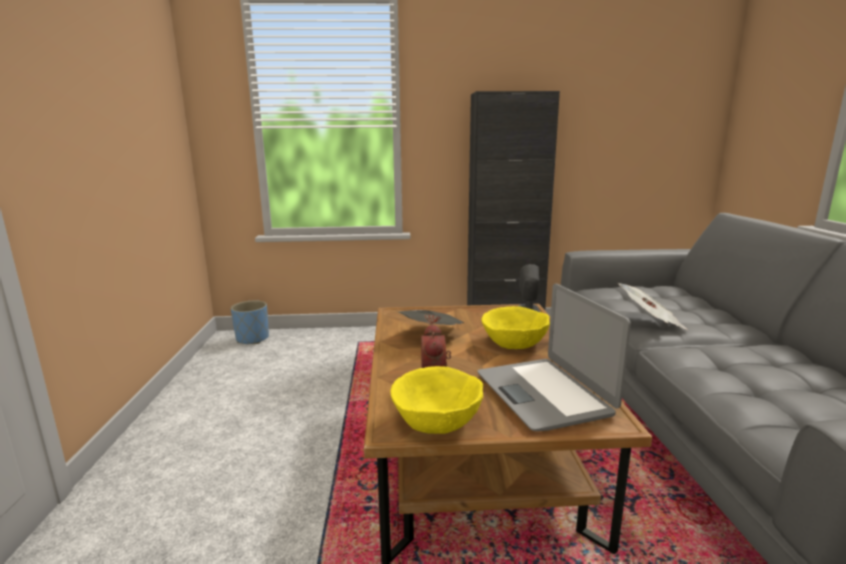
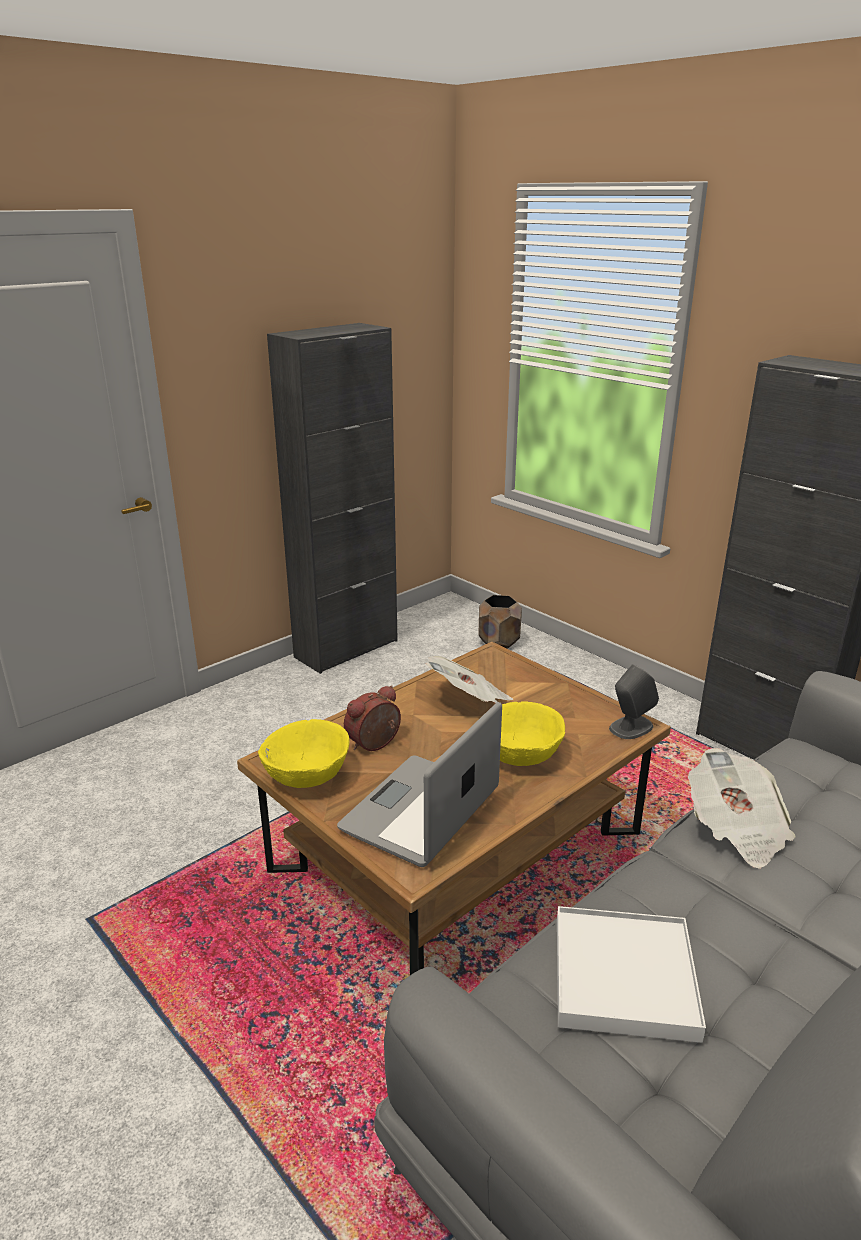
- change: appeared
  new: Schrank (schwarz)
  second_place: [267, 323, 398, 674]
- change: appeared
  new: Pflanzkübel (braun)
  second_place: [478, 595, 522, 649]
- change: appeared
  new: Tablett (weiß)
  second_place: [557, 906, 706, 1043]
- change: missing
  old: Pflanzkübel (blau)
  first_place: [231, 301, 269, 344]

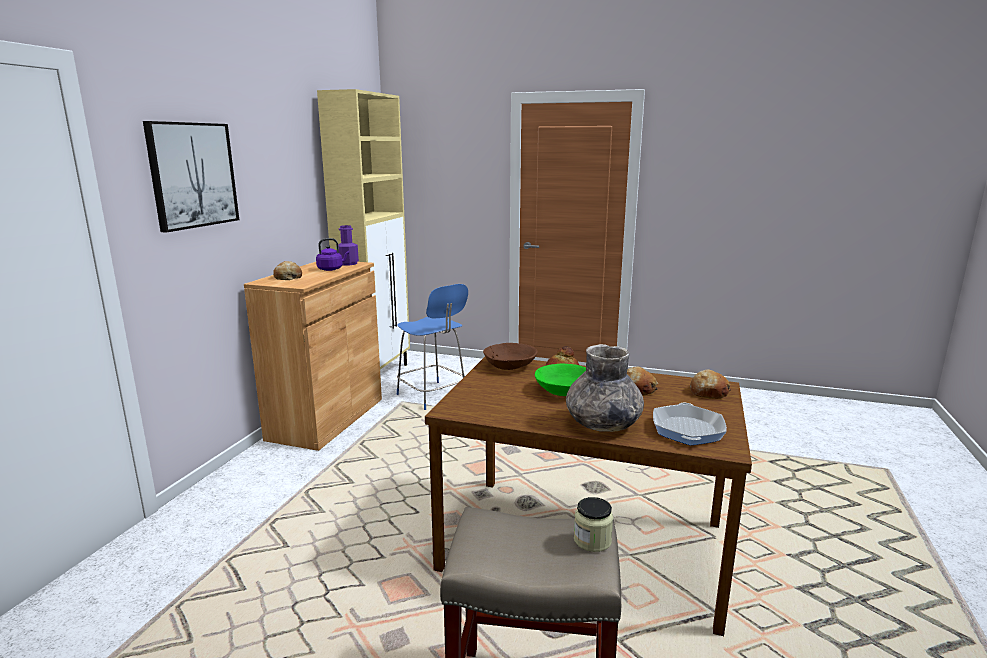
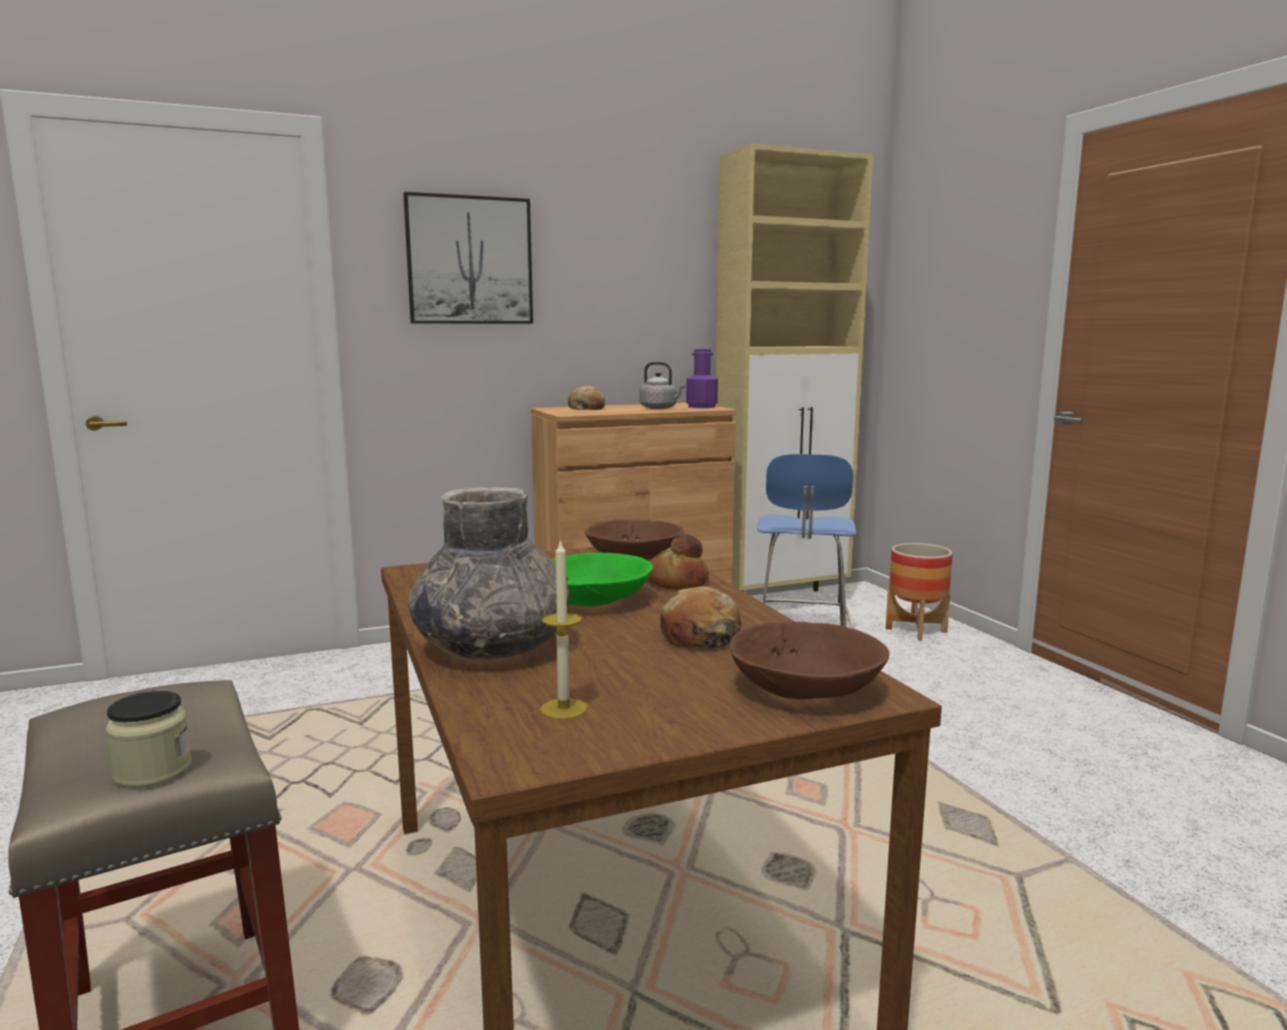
- change: exchanged
  old: Pfanne
  new: Kerze
  first_place: [653, 403, 727, 445]
  second_place: [540, 539, 587, 720]
- change: colour
  old: Wasserkessel (lila)
  new: Wasserkessel (grau)
  first_place: [316, 238, 349, 271]
  second_place: [640, 362, 686, 409]
- change: exchanged
  old: Brot
  new: Schüssel (braun)
  first_place: [690, 369, 731, 399]
  second_place: [730, 622, 889, 700]
- change: appeared
  new: Pflanzkübel
  second_place: [886, 543, 952, 641]

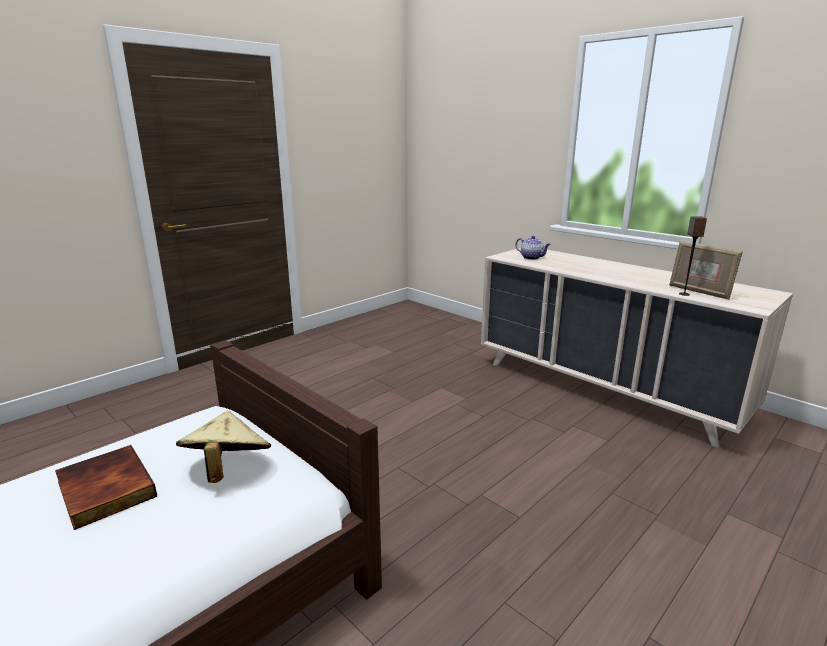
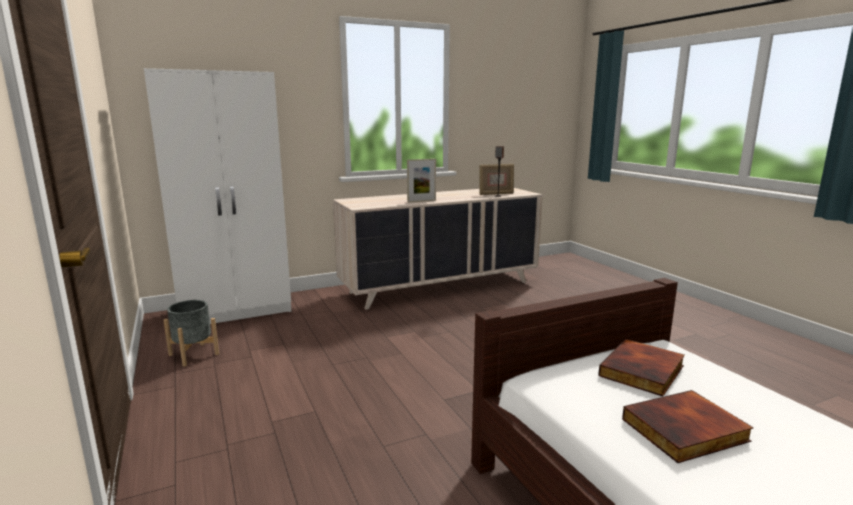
- change: appeared
  new: Kleiderschrank (weiß)
  second_place: [144, 68, 292, 324]
- change: appeared
  new: Pflanzkübel (grau)
  second_place: [163, 300, 219, 367]
- change: appeared
  new: Bilderrahmen
  second_place: [407, 159, 436, 203]
- change: exchanged
  old: Hut (beige)
  new: Buch
  first_place: [176, 411, 271, 483]
  second_place: [598, 339, 685, 397]
- change: missing
  old: Teekanne
  first_place: [515, 236, 551, 260]

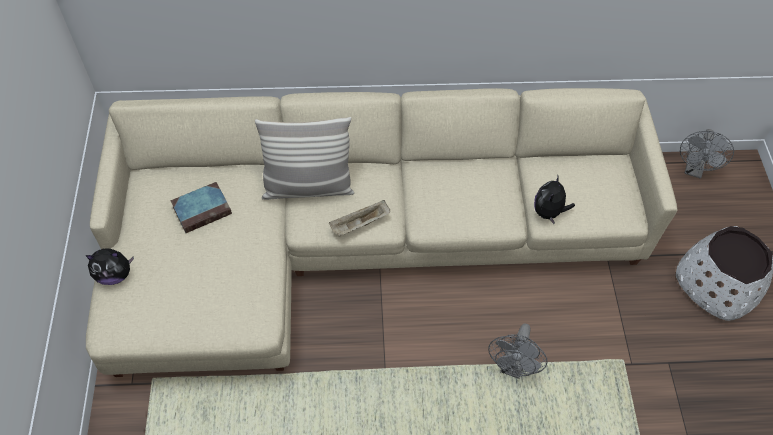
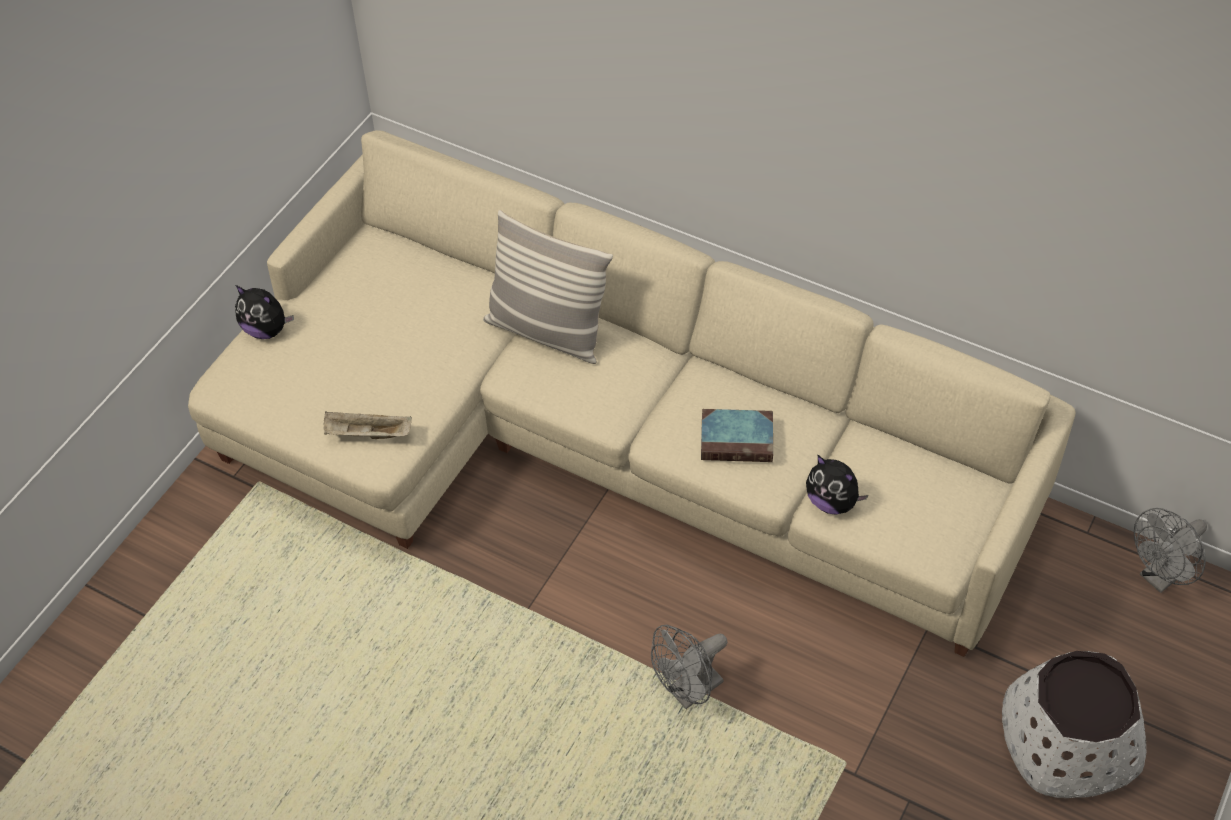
- change: relocated
  old: Tablett (beige)
  first_place: [329, 200, 390, 237]
  second_place: [323, 412, 412, 439]
- change: relocated
  old: Buch
  first_place: [170, 182, 232, 233]
  second_place: [701, 409, 773, 462]
- change: spun
  old: Plüschtier
  first_place: [534, 176, 575, 224]
  second_place: [806, 455, 868, 515]
  degrees: -105

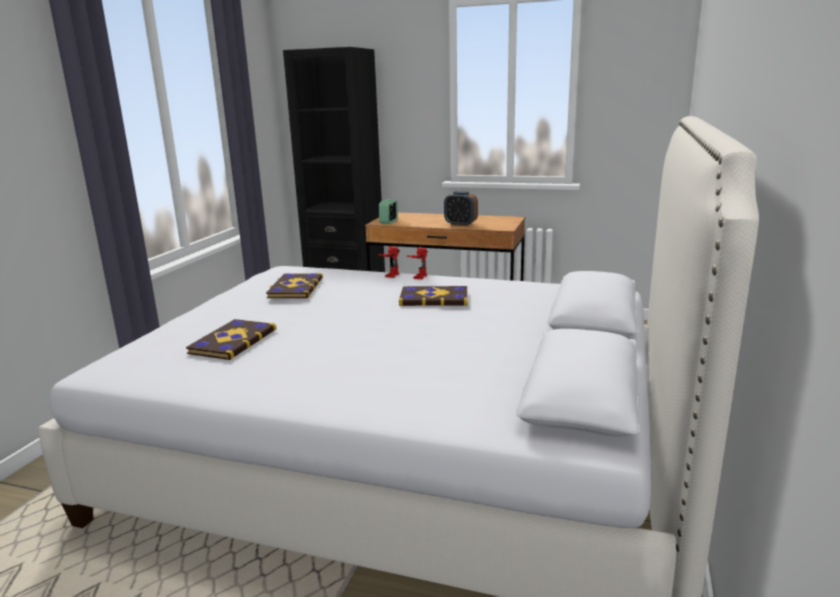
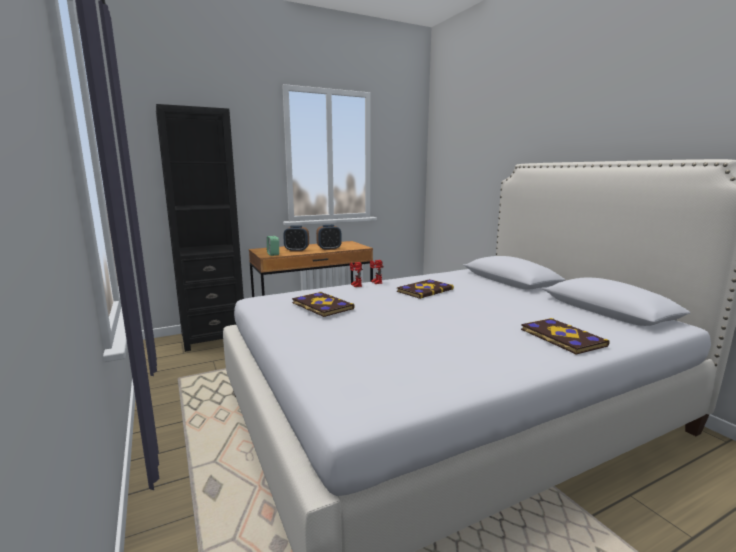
- change: appeared
  new: Wecker
  second_place: [283, 225, 309, 251]
- change: relocated
  old: Buch
  first_place: [186, 319, 276, 360]
  second_place: [521, 318, 610, 355]

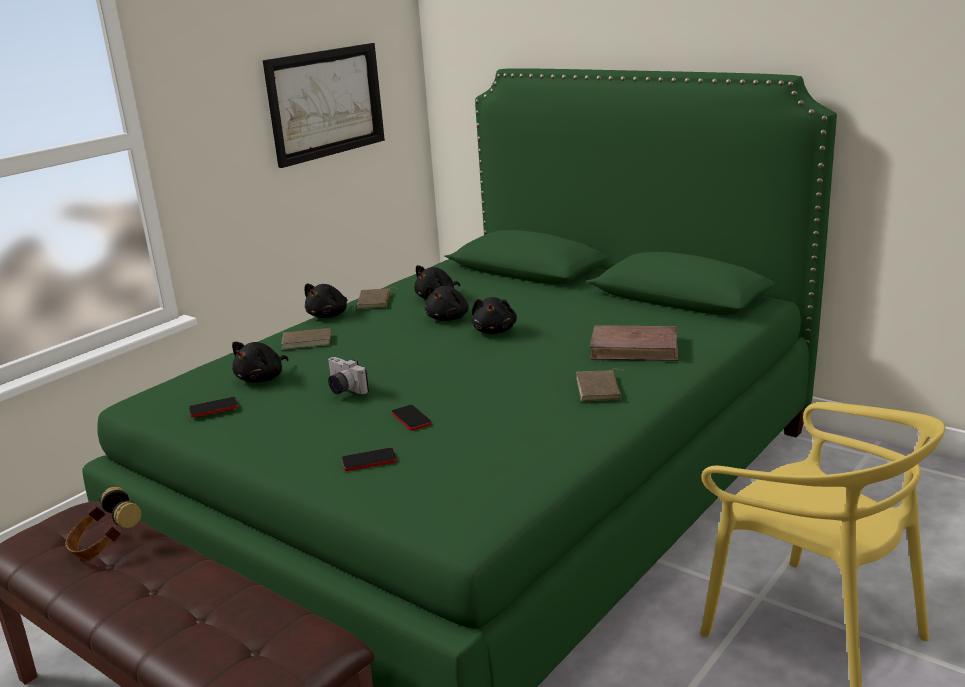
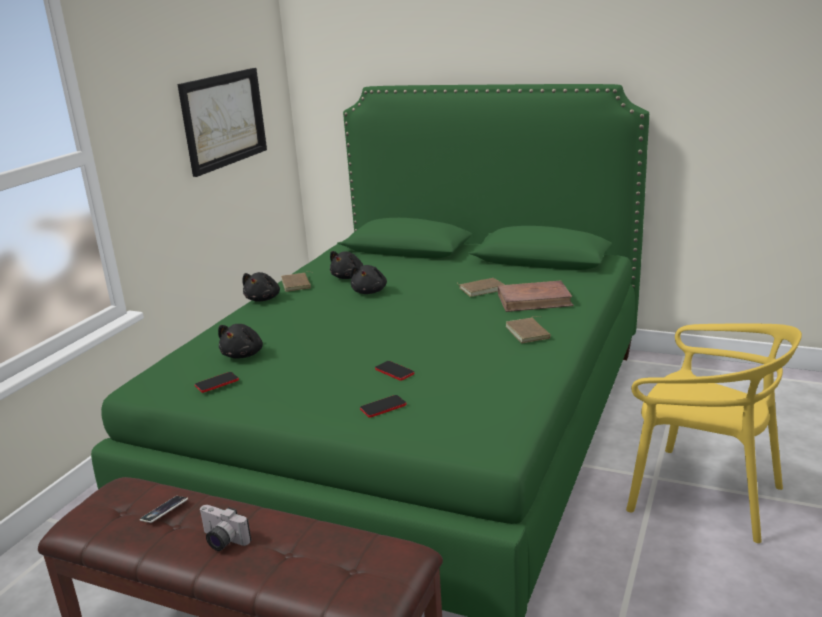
- change: exchanged
  old: Kopfhörer
  new: Handy
  first_place: [66, 486, 141, 561]
  second_place: [140, 496, 188, 523]
- change: relocated
  old: Kamera
  first_place: [328, 357, 369, 394]
  second_place: [199, 505, 251, 551]
- change: relocated
  old: Buch (braun)
  first_place: [281, 328, 331, 350]
  second_place: [457, 278, 505, 297]
- change: missing
  old: Plüschtier (schwarz)
  first_place: [472, 297, 517, 334]

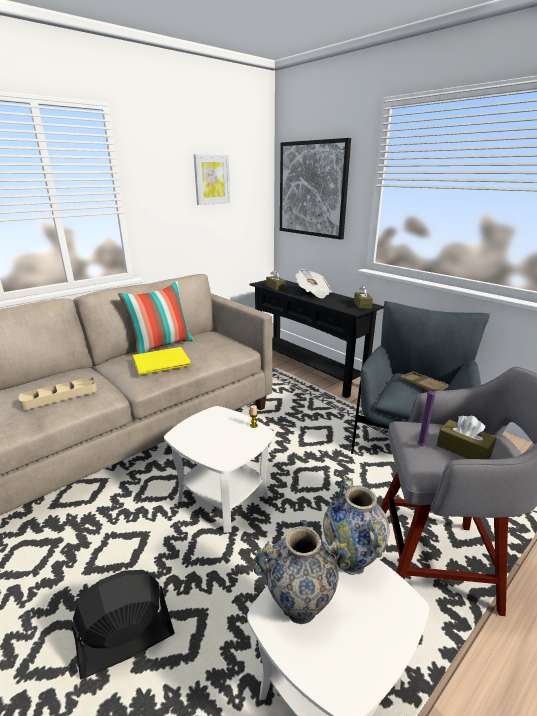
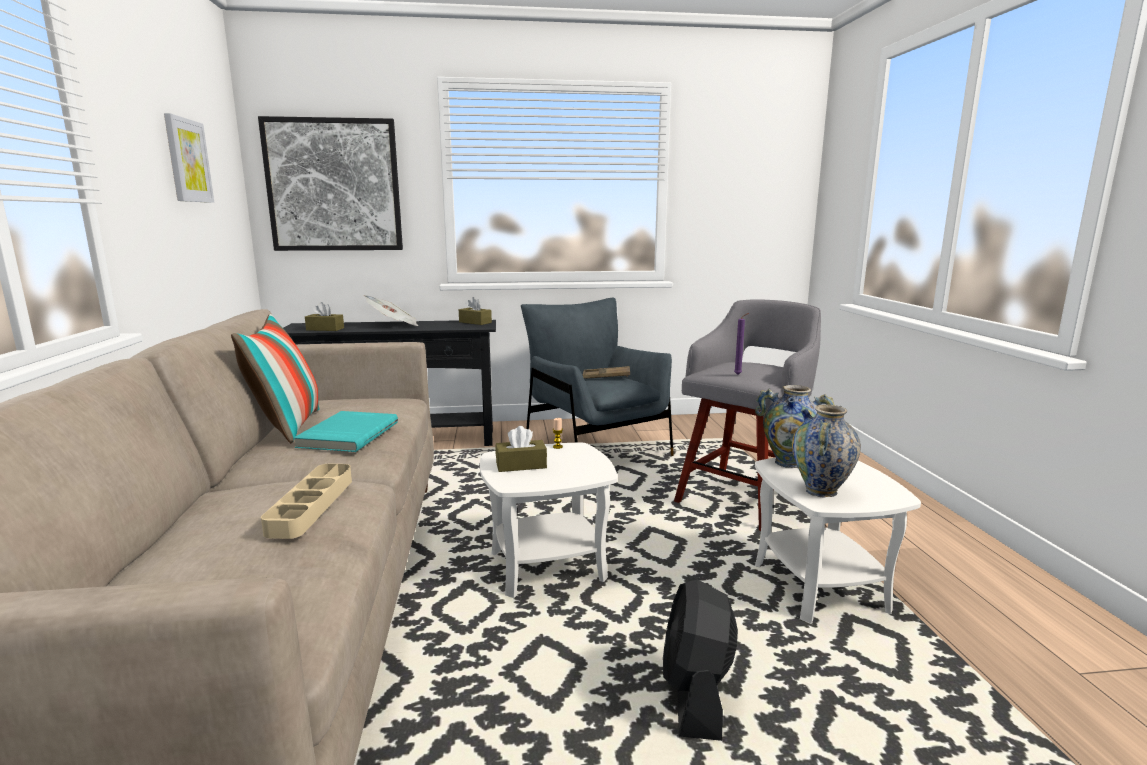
- change: colour
  old: Buch (gelb)
  new: Buch (türkis)
  first_place: [133, 347, 191, 375]
  second_place: [294, 411, 398, 452]
- change: relocated
  old: Taschentuchbox (braun)
  first_place: [437, 416, 496, 459]
  second_place: [495, 426, 547, 472]

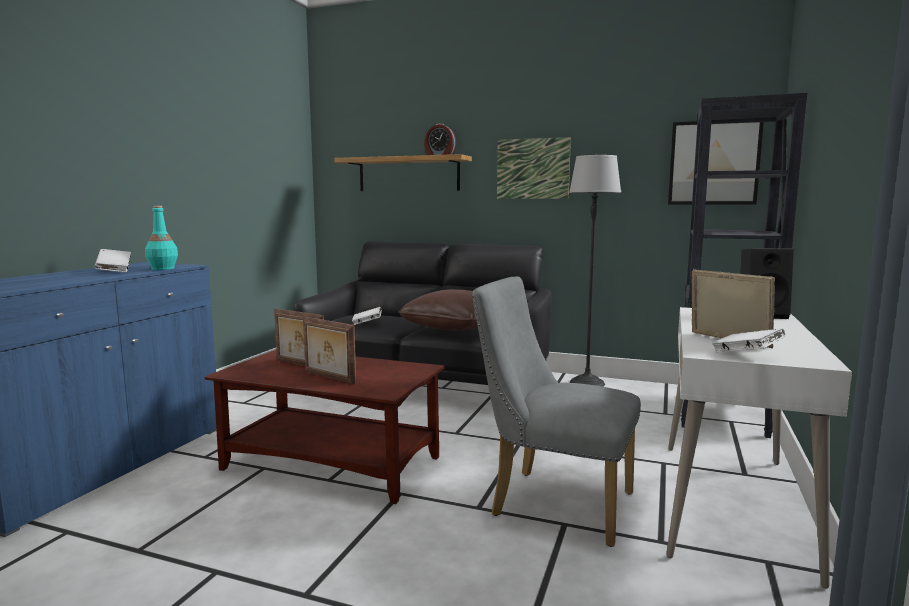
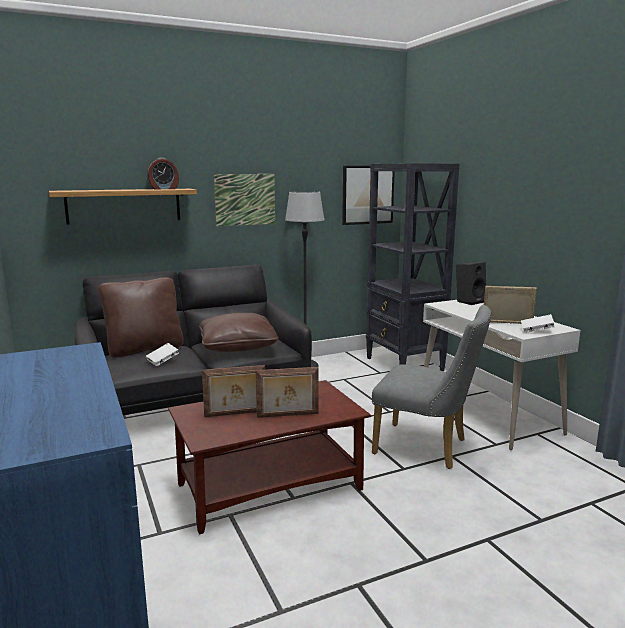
- change: appeared
  new: Kissen (braun)
  second_place: [98, 277, 184, 358]
- change: spun
  old: Stuhl (grau)
  first_place: [472, 277, 641, 547]
  second_place: [372, 305, 491, 469]
  degrees: -135
- change: missing
  old: Buch (weiß)
  first_place: [95, 249, 131, 272]
- change: missing
  old: Flasche (türkis)
  first_place: [145, 206, 178, 270]

